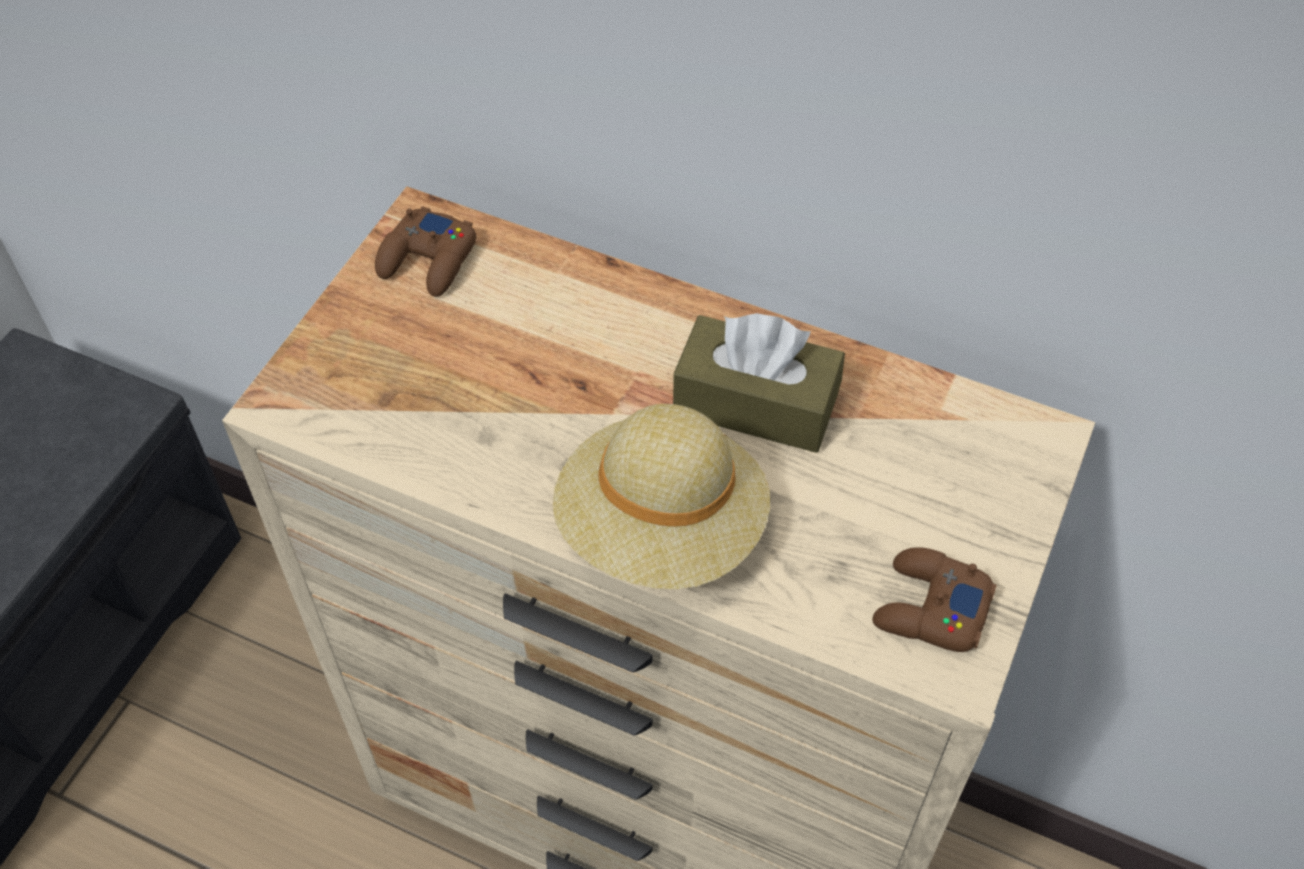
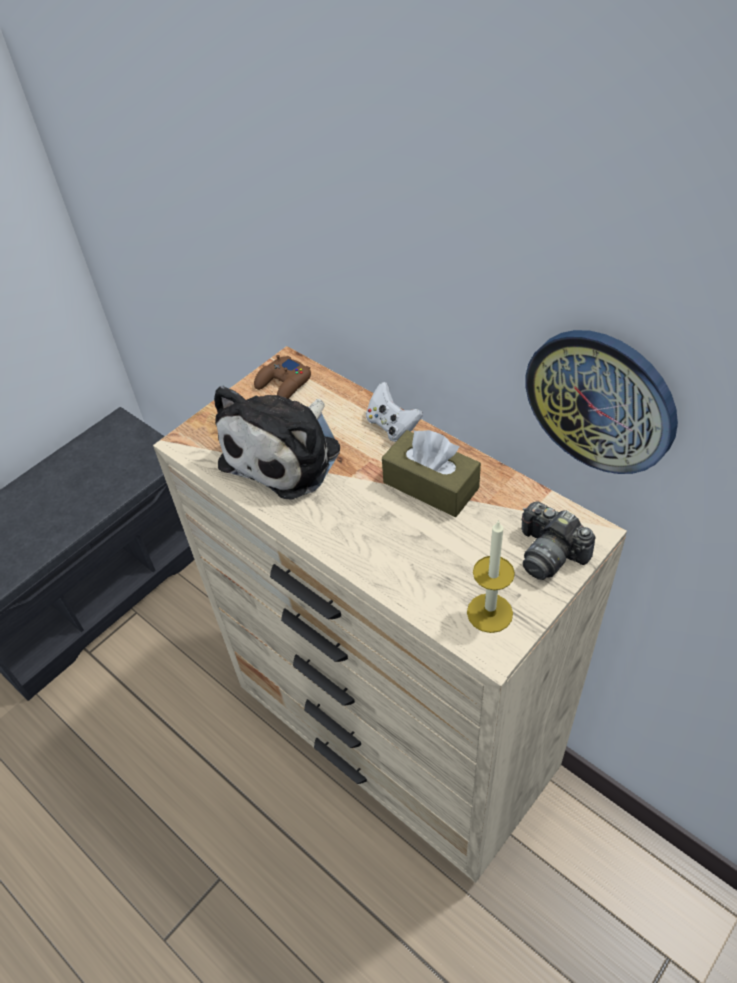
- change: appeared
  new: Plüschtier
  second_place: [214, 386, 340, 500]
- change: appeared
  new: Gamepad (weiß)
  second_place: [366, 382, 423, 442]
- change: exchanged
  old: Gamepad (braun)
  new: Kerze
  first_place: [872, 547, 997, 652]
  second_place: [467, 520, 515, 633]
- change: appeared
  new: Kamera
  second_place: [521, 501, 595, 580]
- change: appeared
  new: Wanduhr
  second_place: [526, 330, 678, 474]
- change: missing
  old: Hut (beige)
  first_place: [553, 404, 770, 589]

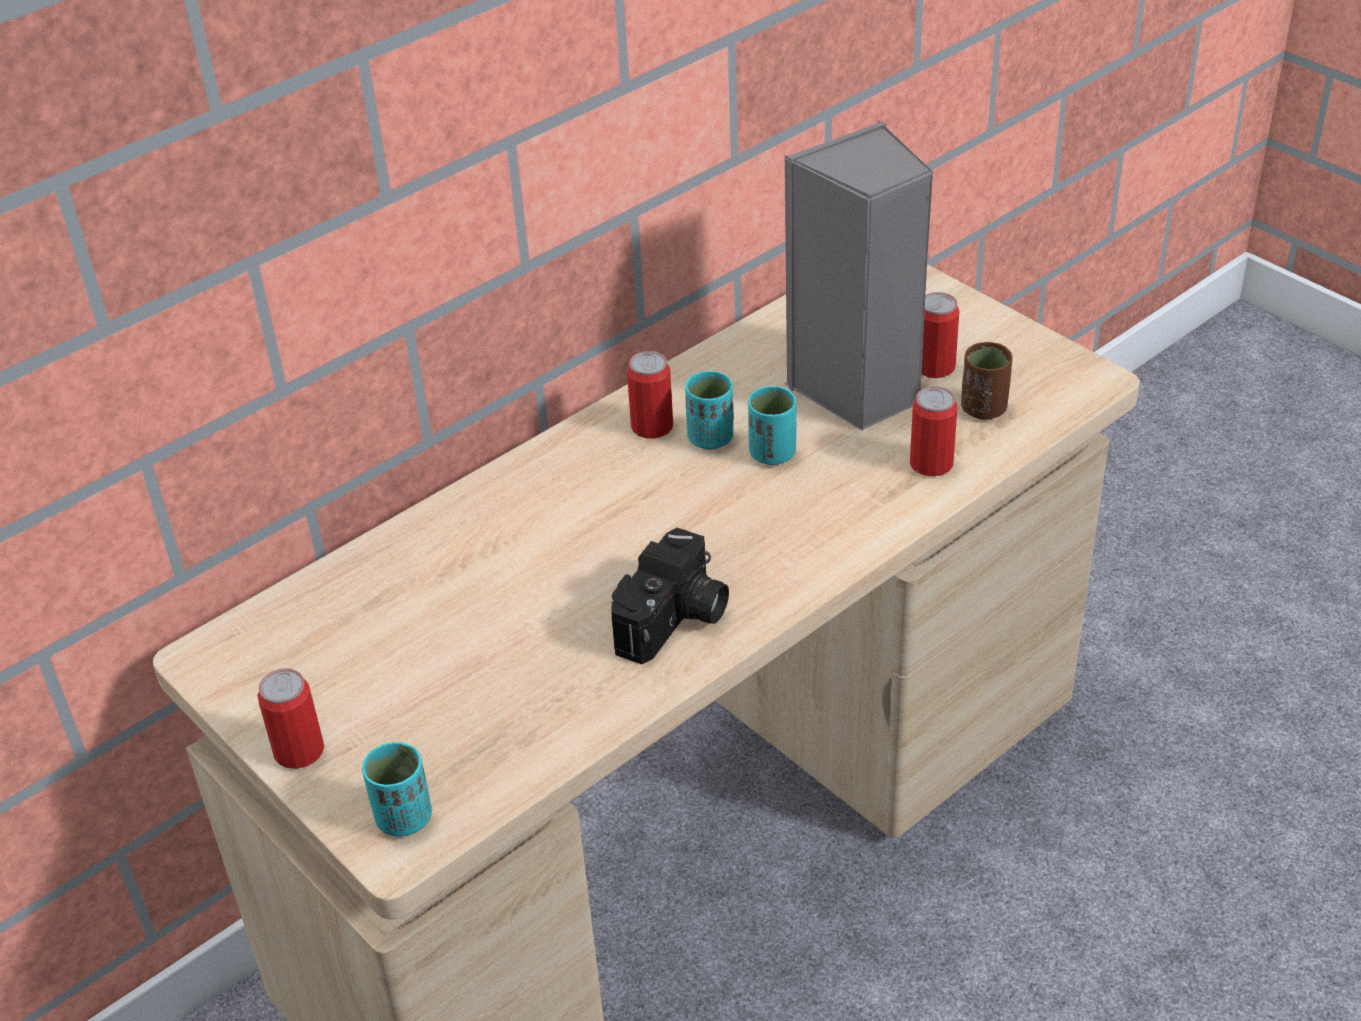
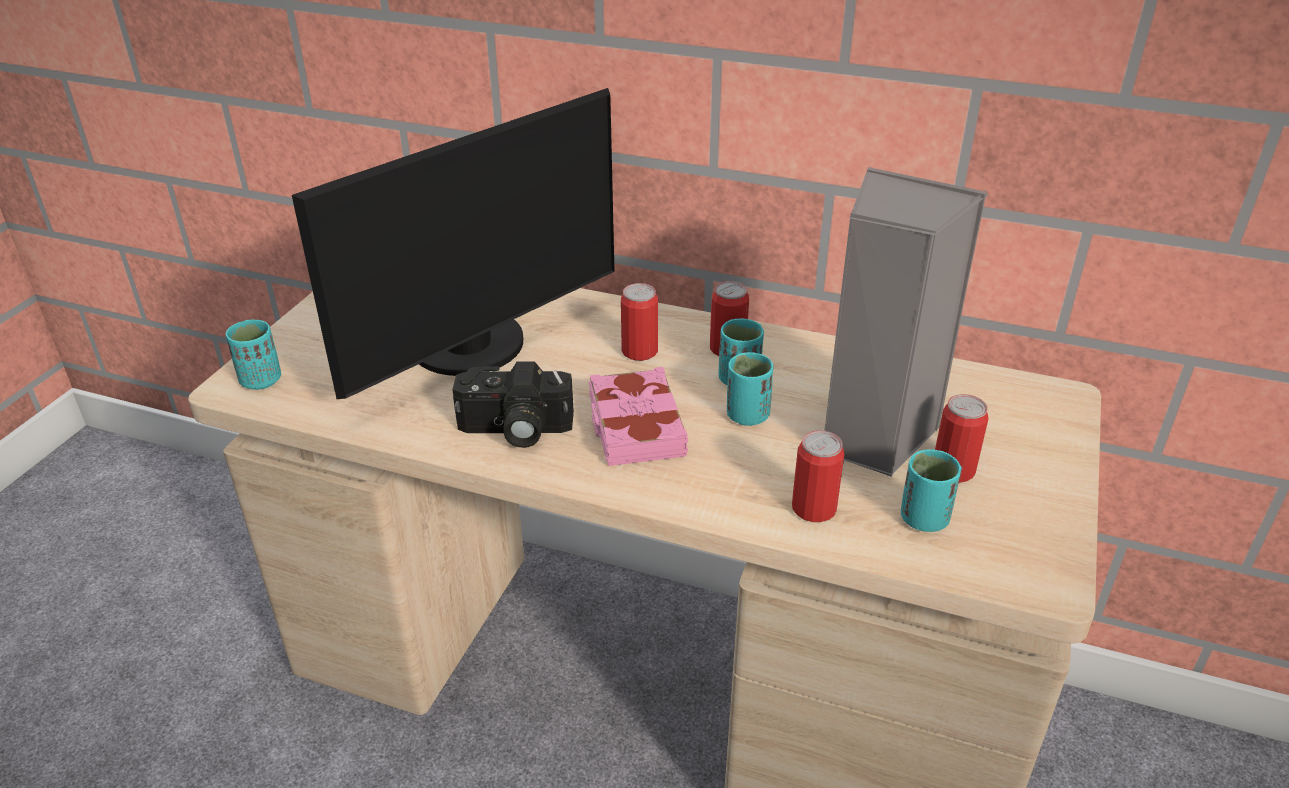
- change: appeared
  new: Monitor
  second_place: [292, 88, 615, 399]
- change: appeared
  new: Buch (rosa)
  second_place: [589, 367, 688, 466]
- change: relocated
  old: Dose
  first_place: [257, 668, 324, 769]
  second_place: [621, 283, 658, 361]
- change: colour
  old: Tasse (braun)
  new: Tasse (türkis)
  first_place: [961, 342, 1012, 420]
  second_place: [901, 449, 962, 532]

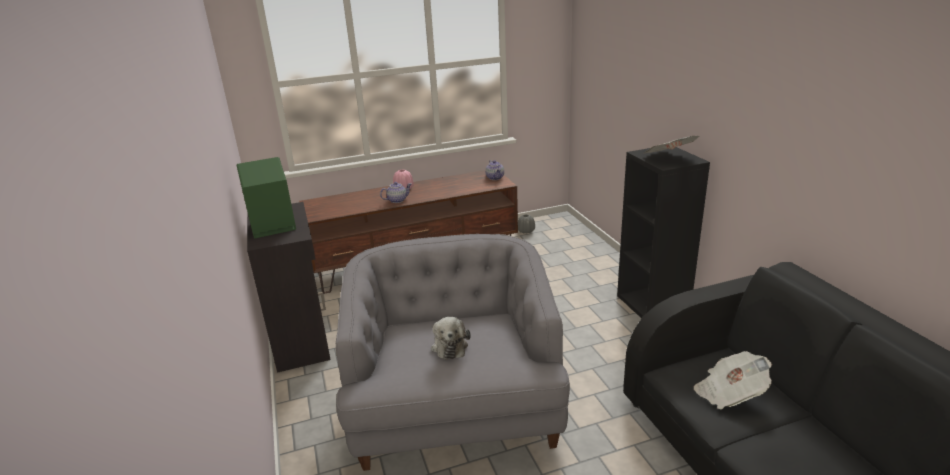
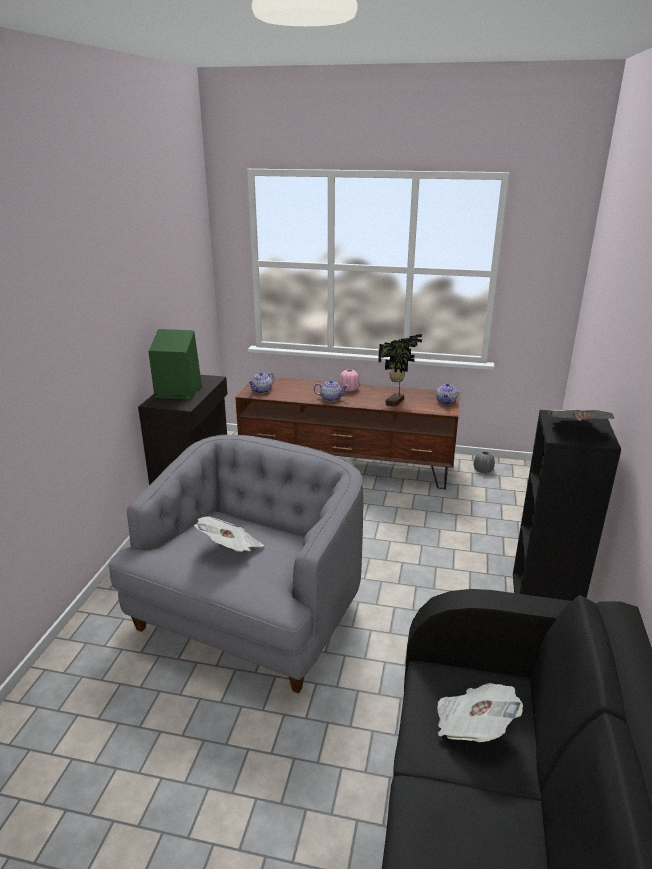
- change: exchanged
  old: Plüschtier
  new: Zeitung
  first_place: [431, 317, 471, 360]
  second_place: [194, 516, 264, 552]
- change: appeared
  new: Teekanne
  second_place: [248, 372, 274, 394]
- change: appeared
  new: Topfpflanze
  second_place: [378, 334, 422, 407]

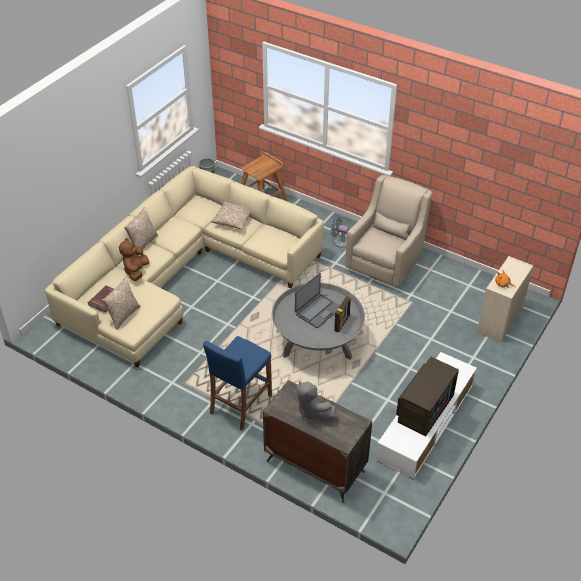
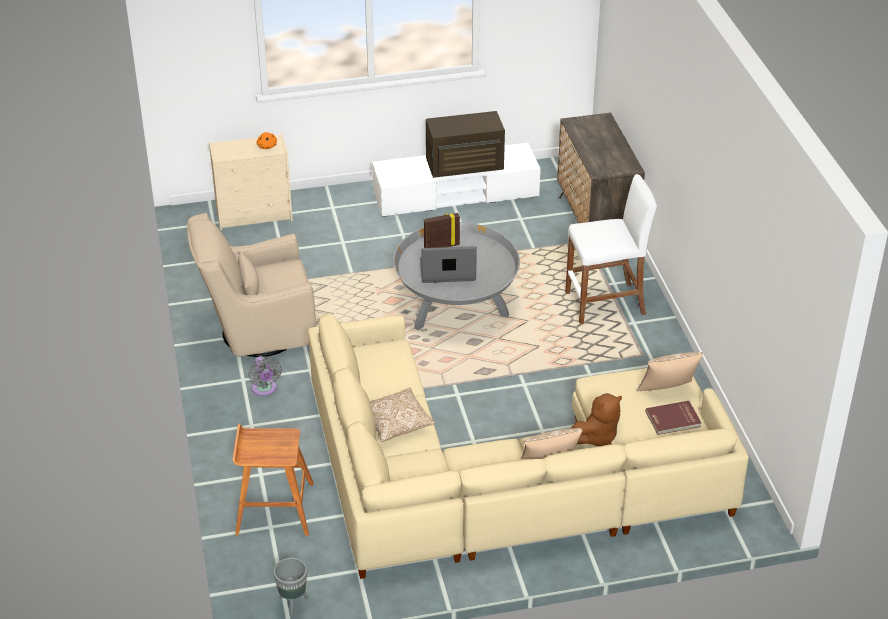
- change: colour
  old: Hocker (blau)
  new: Hocker (weiß)
  first_place: [203, 336, 272, 430]
  second_place: [565, 174, 657, 324]
- change: missing
  old: Plüschtier (grau)
  first_place: [297, 381, 336, 420]

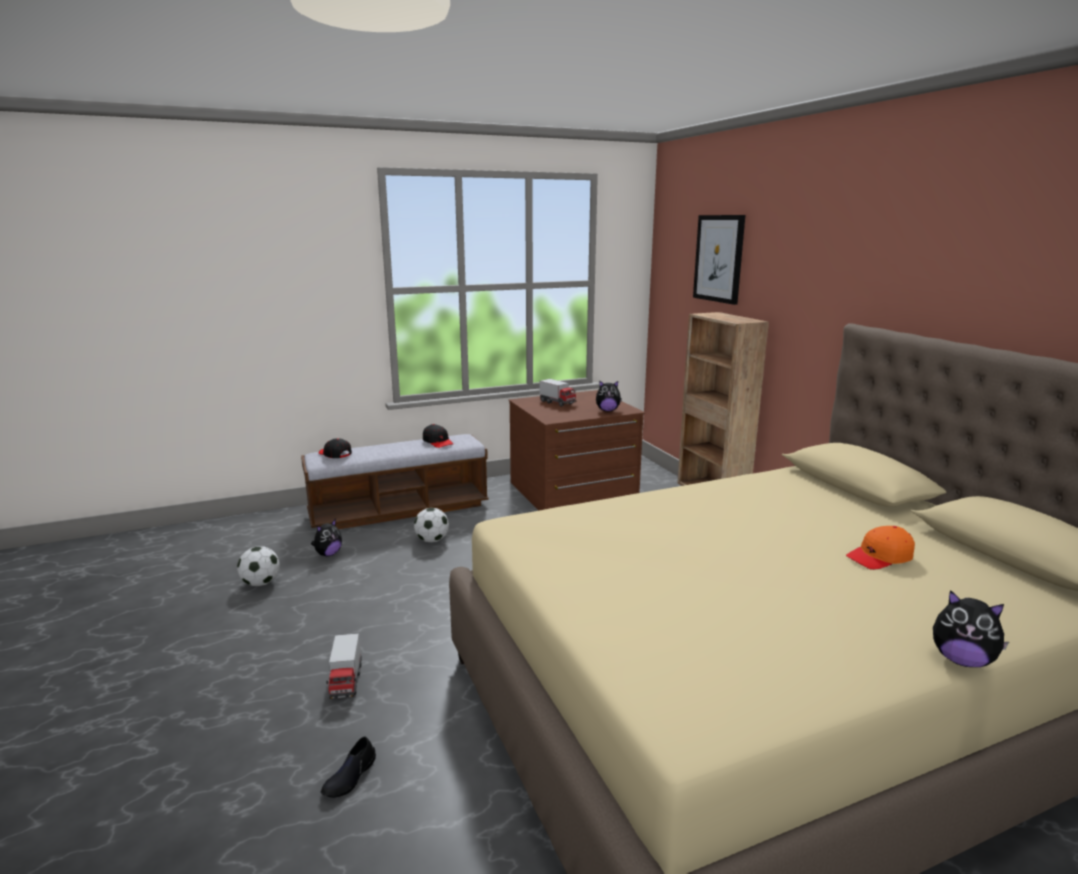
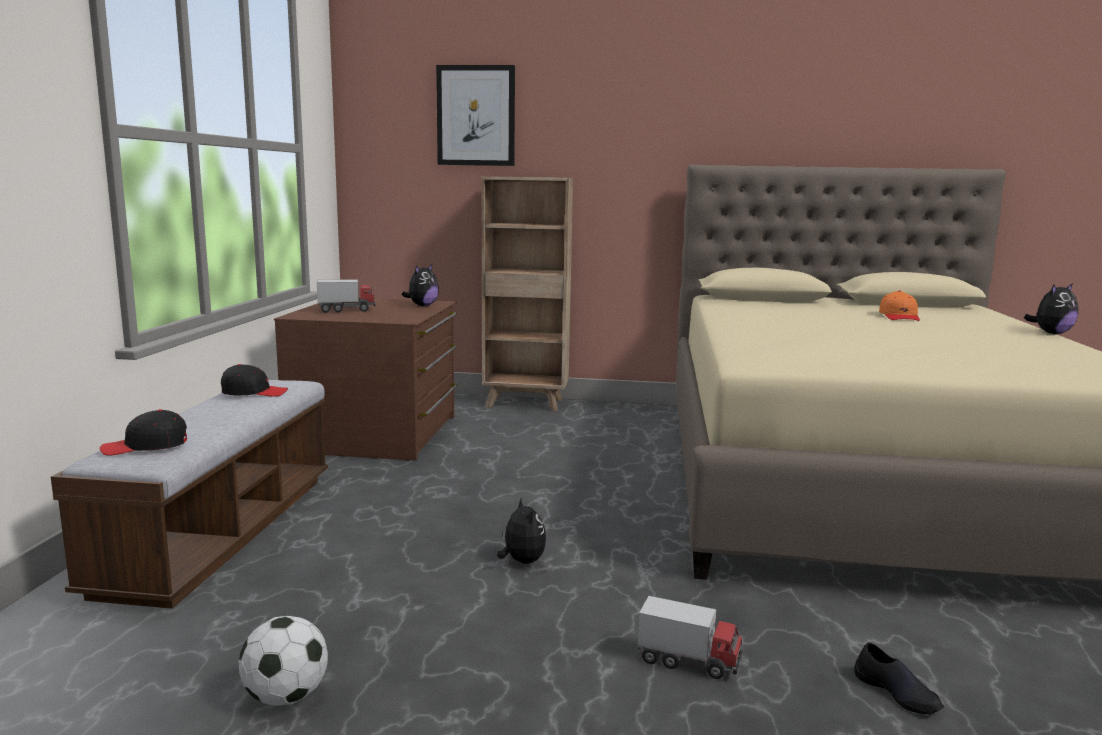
- change: relocated
  old: Plüschtier
  first_place: [311, 519, 342, 556]
  second_place: [497, 497, 546, 564]
- change: missing
  old: Fußball
  first_place: [414, 508, 449, 542]

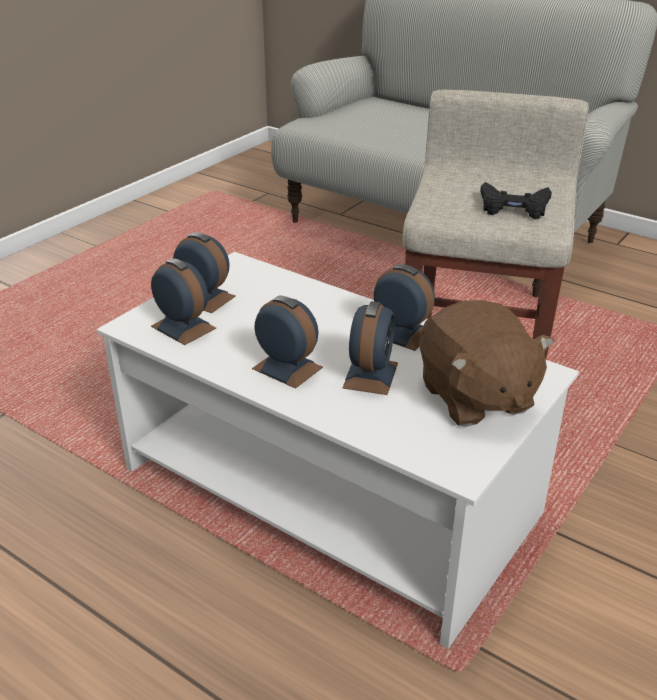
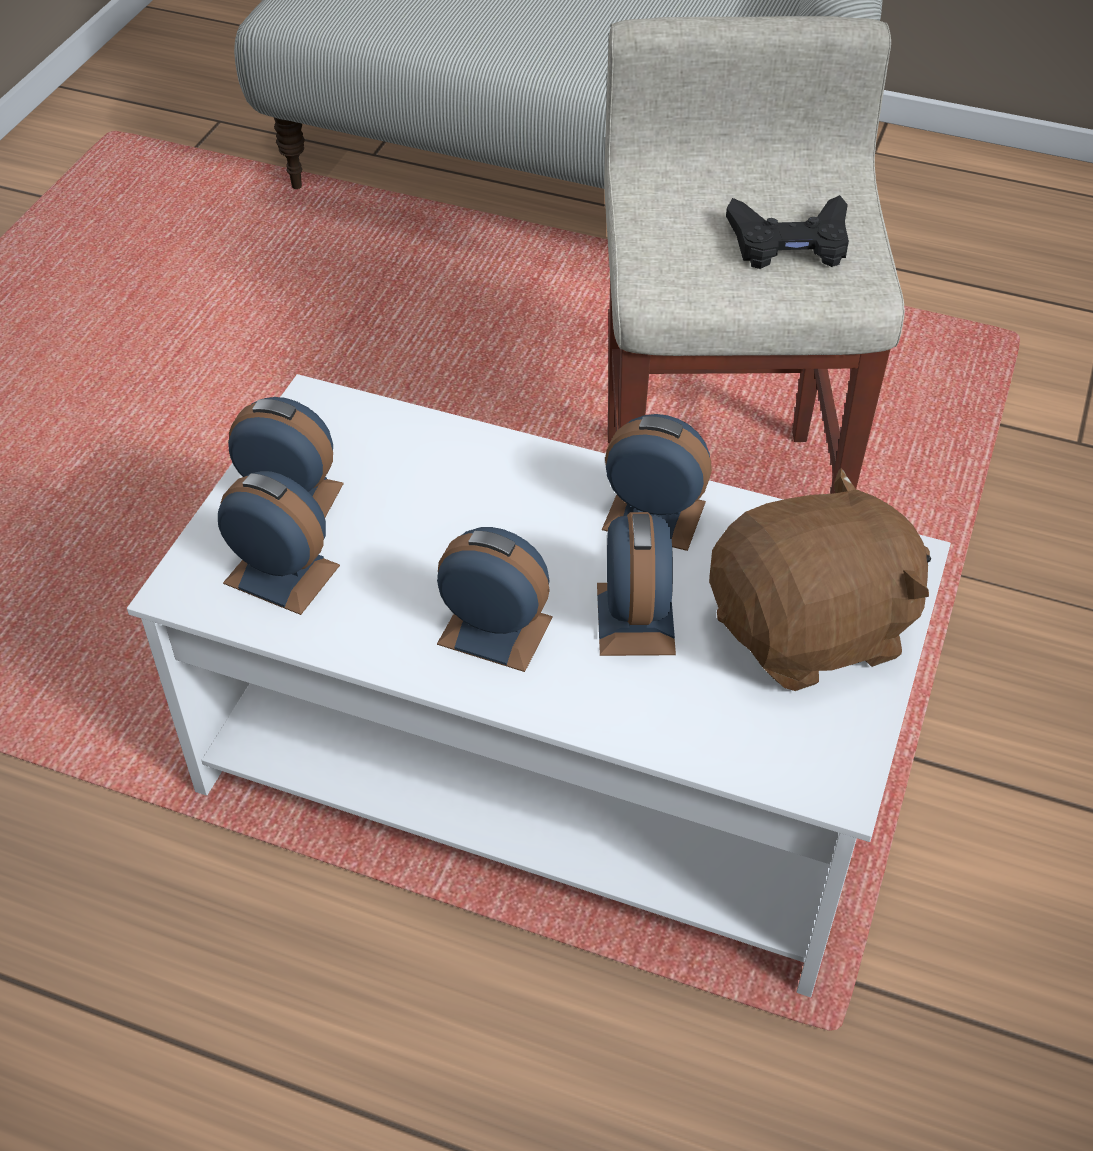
- change: spun
  old: Plüschtier (braun)
  first_place: [419, 300, 554, 427]
  second_place: [709, 468, 931, 691]
  degrees: -75

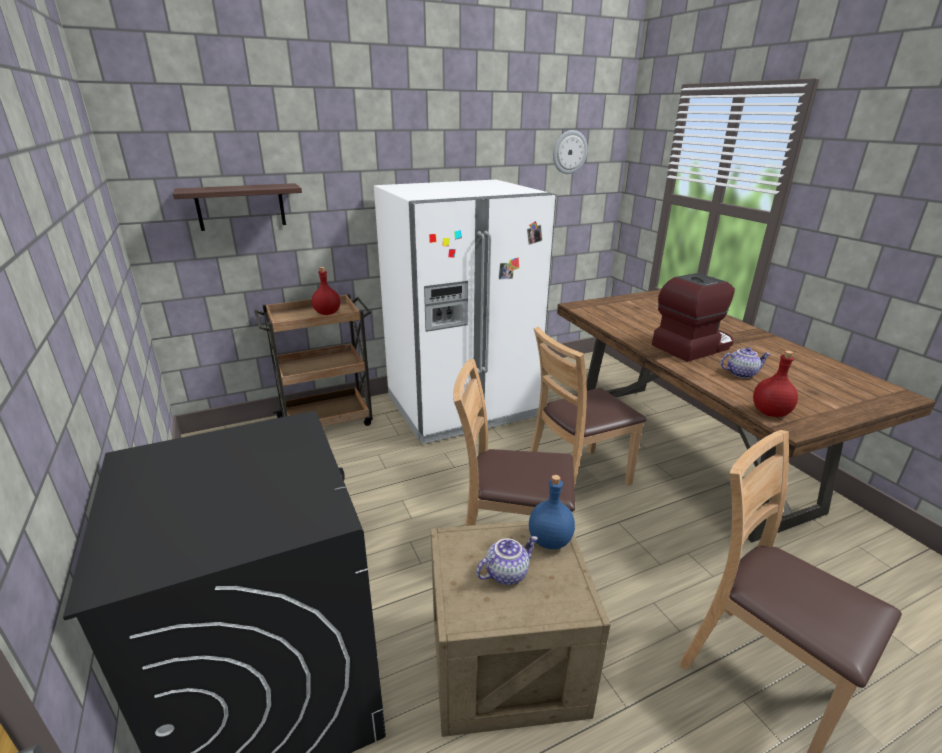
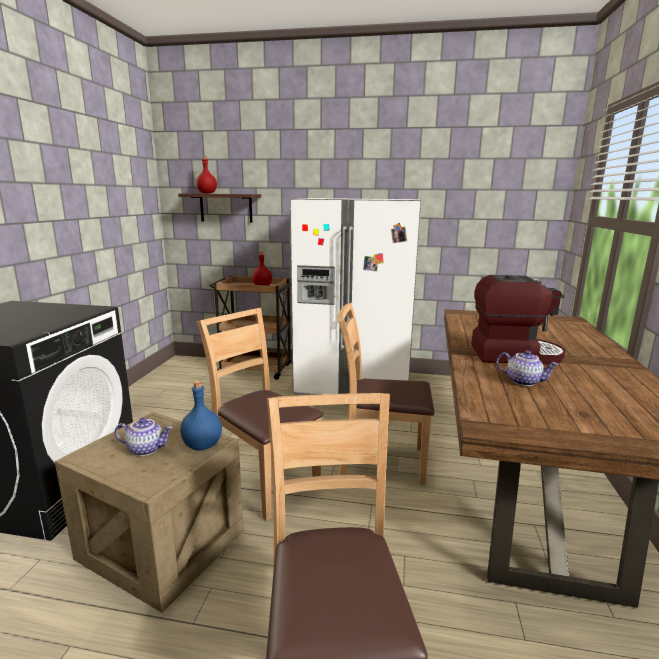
- change: relocated
  old: Flasche (rot)
  first_place: [753, 351, 798, 417]
  second_place: [196, 156, 217, 194]
- change: missing
  old: Wanduhr
  first_place: [553, 130, 588, 174]

